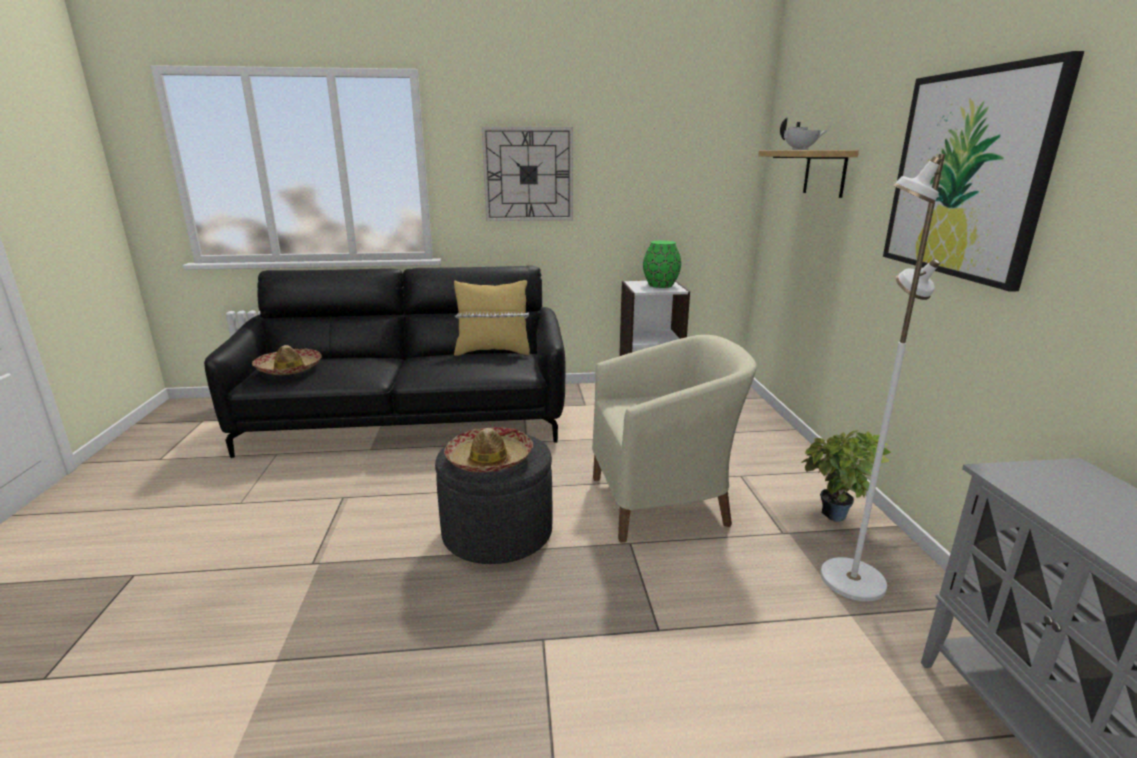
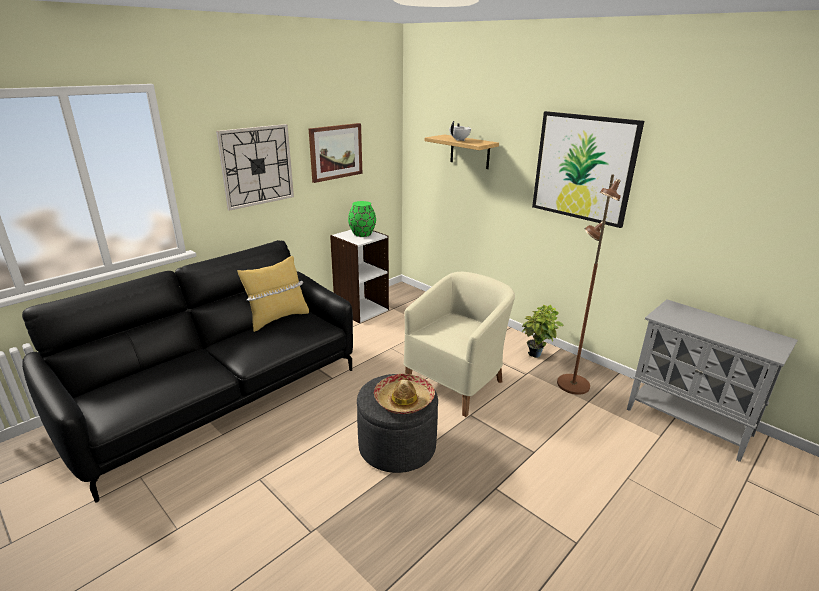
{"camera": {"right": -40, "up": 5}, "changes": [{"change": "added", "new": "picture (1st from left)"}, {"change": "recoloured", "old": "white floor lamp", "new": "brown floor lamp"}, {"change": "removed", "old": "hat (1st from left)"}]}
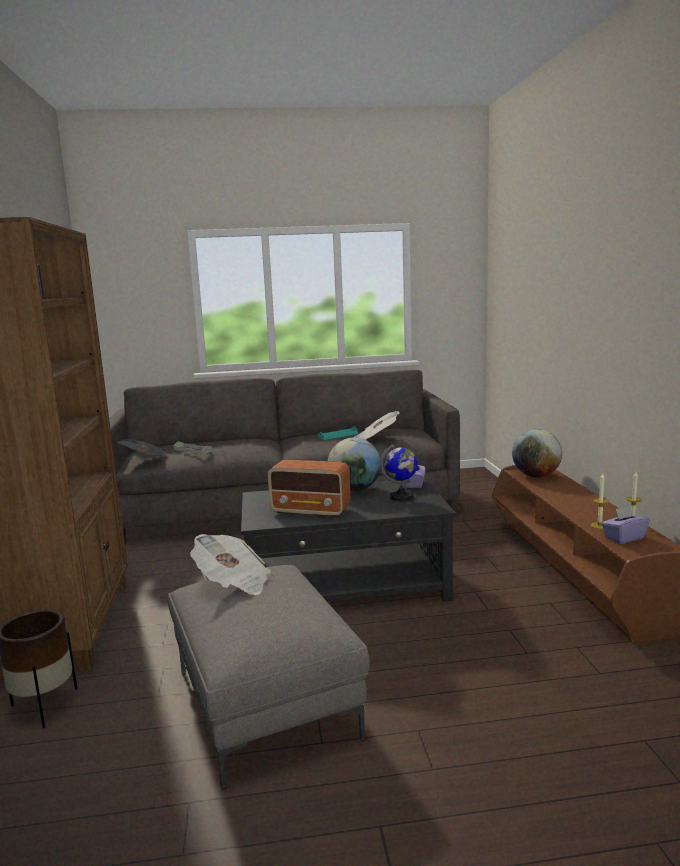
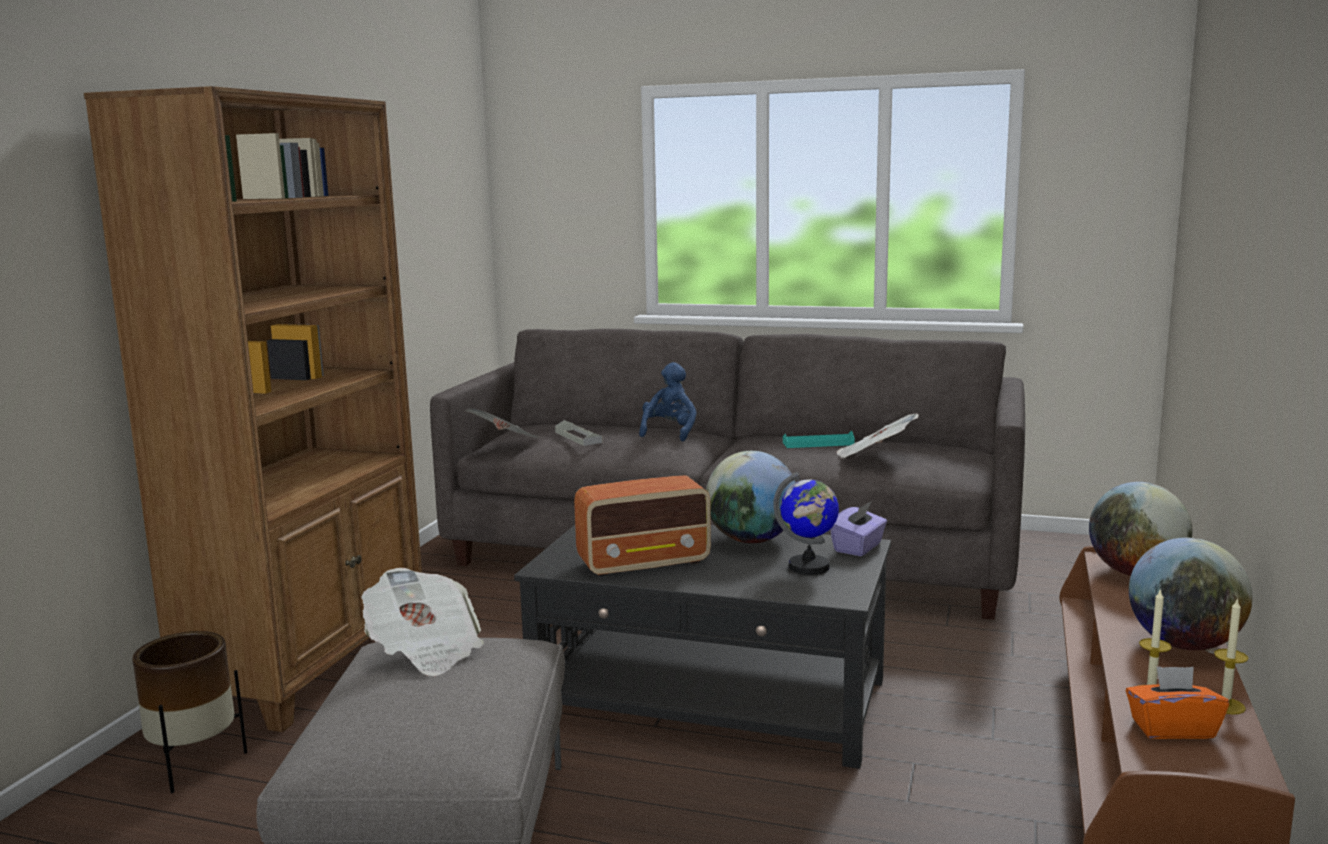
{"camera": {"right": 25, "up": 0}, "changes": [{"change": "turned", "old": "radio", "degrees": -60}, {"change": "added", "new": "blue plush toy"}, {"change": "recoloured", "old": "purple tissue box (2nd from left)", "new": "orange tissue box"}, {"change": "added", "new": "globe (4th from left)"}]}
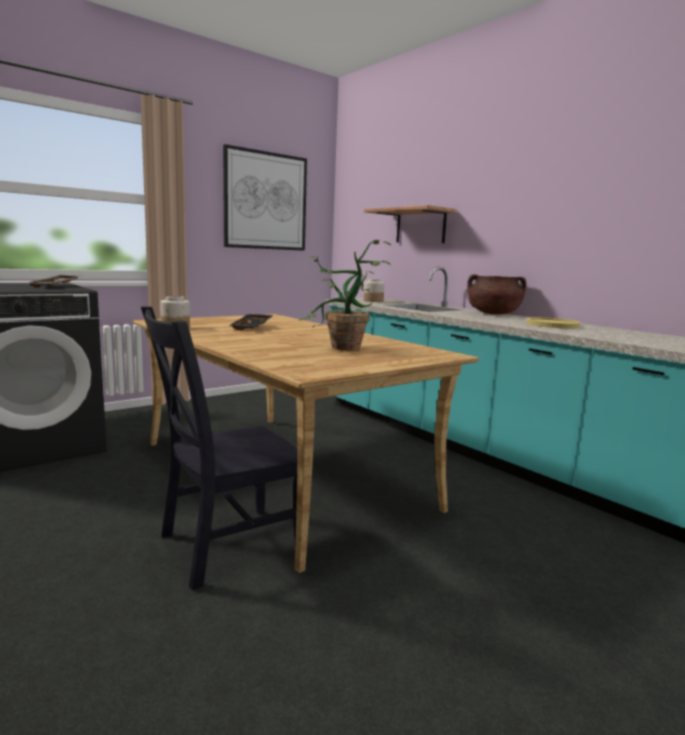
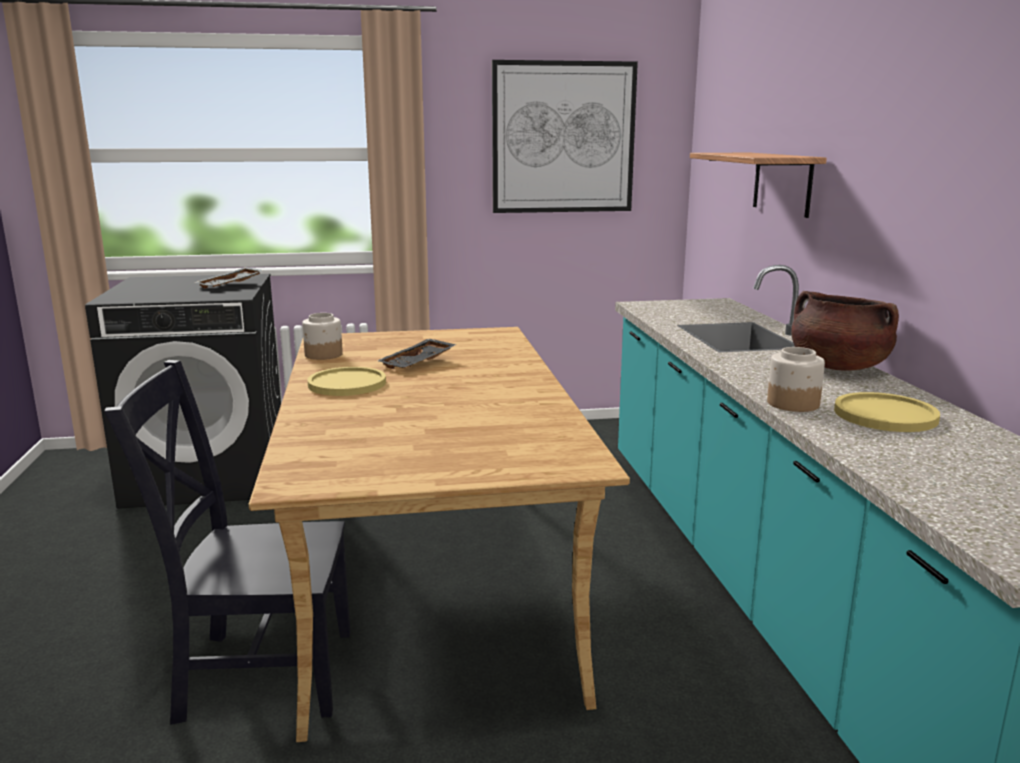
{"camera": {"right": 30, "up": 5}, "changes": [{"change": "added", "new": "yellow plate (1st from left)"}, {"change": "moved", "old": "jar (2nd from left)"}, {"change": "removed", "old": "potted plant"}]}
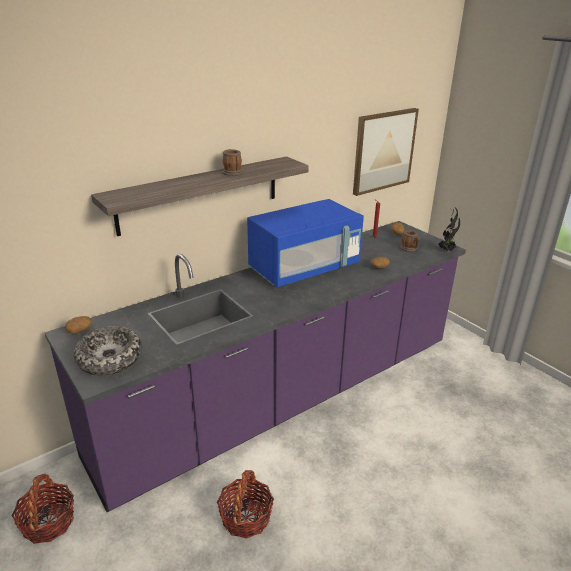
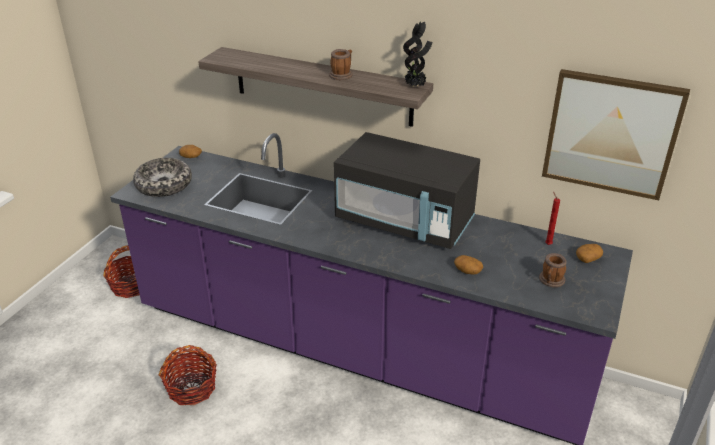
{"camera": {"right": 60, "up": 5}, "changes": [{"change": "recoloured", "old": "blue microwave", "new": "black microwave"}, {"change": "moved", "old": "potted plant"}]}
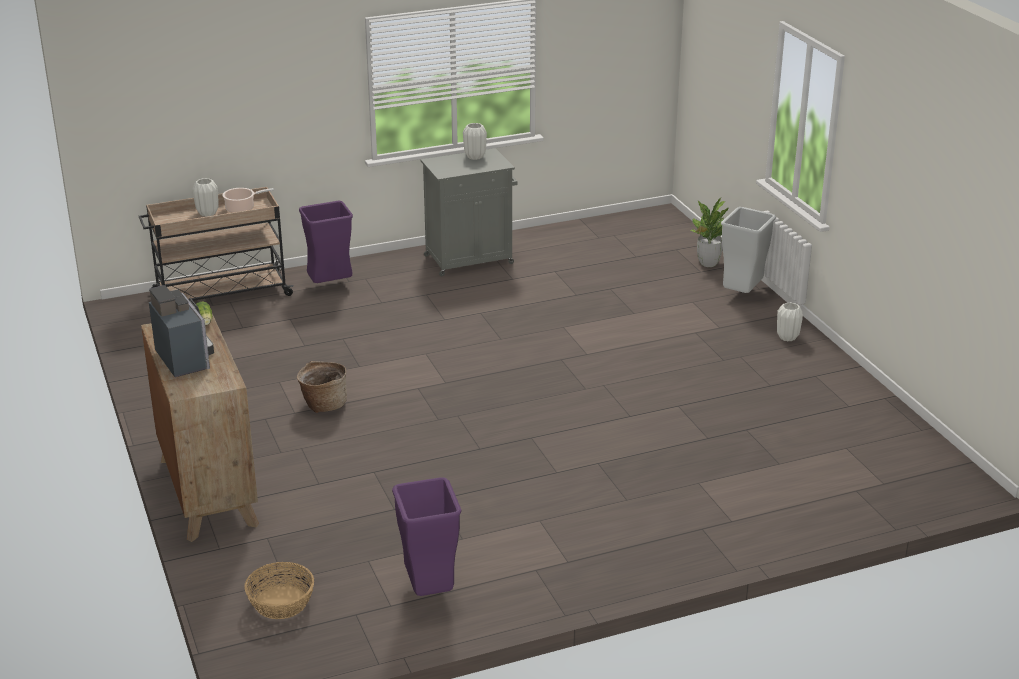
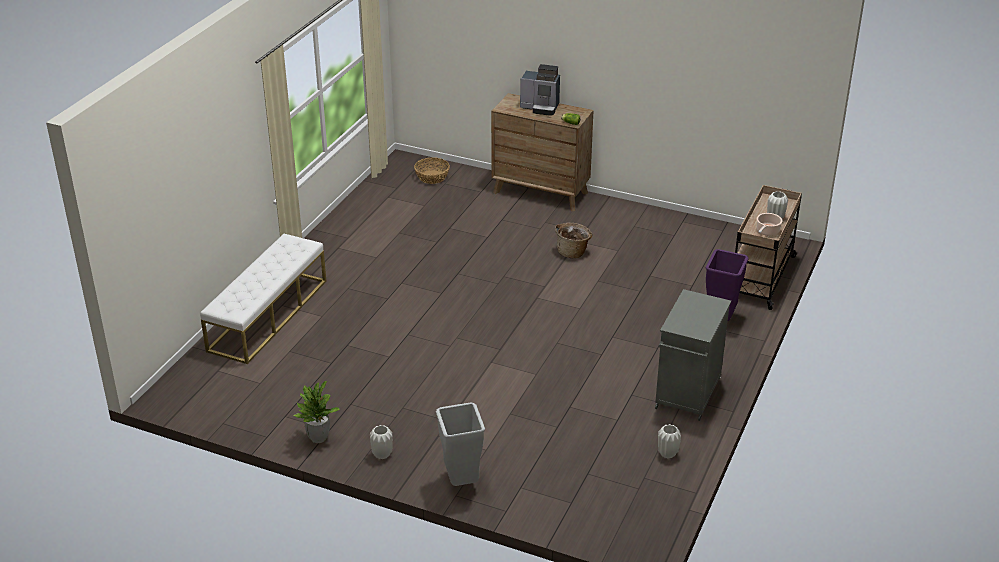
{"camera": {"right": 135, "up": 5}, "changes": [{"change": "added", "new": "white bench"}, {"change": "moved", "old": "potted plant"}, {"change": "moved", "old": "white vase (2nd from left)"}, {"change": "removed", "old": "purple trash can (2nd from left)"}]}
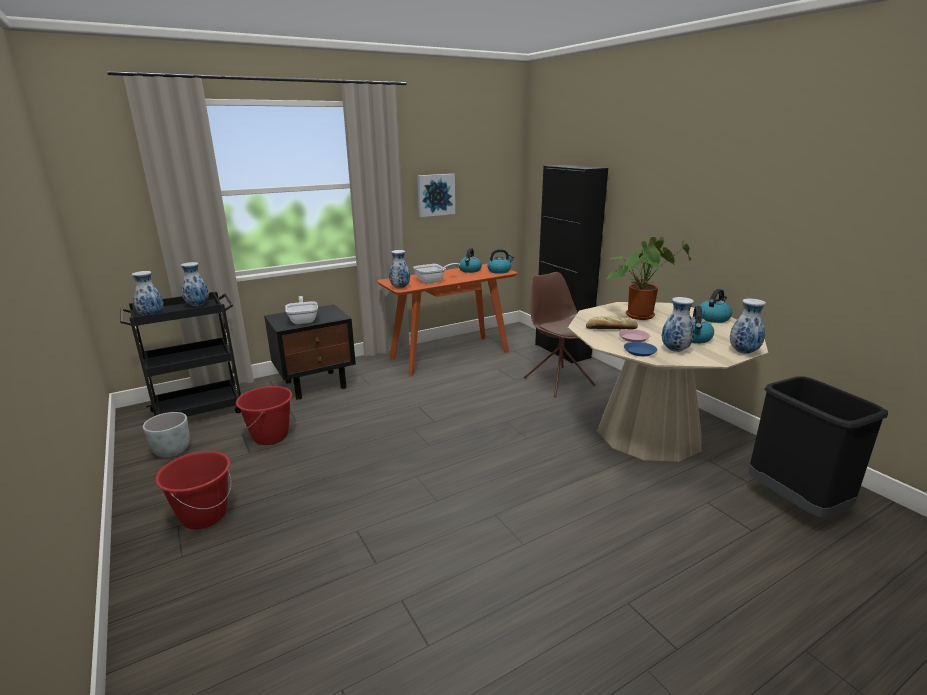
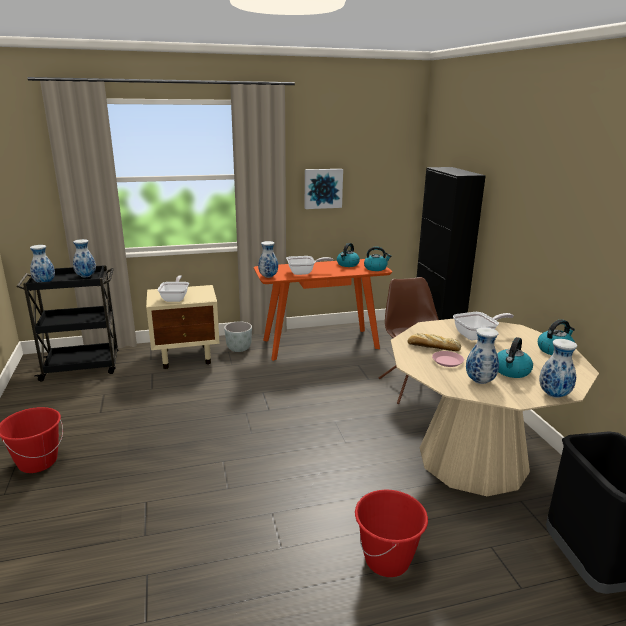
{"camera": {"right": 15, "up": 0}, "changes": [{"change": "recoloured", "old": "black nightstand", "new": "beige nightstand"}, {"change": "moved", "old": "grey planter"}, {"change": "moved", "old": "red bucket (2nd from left)"}, {"change": "replaced", "old": "potted plant", "new": "frying pan (3rd from left)"}, {"change": "removed", "old": "blue plate"}]}
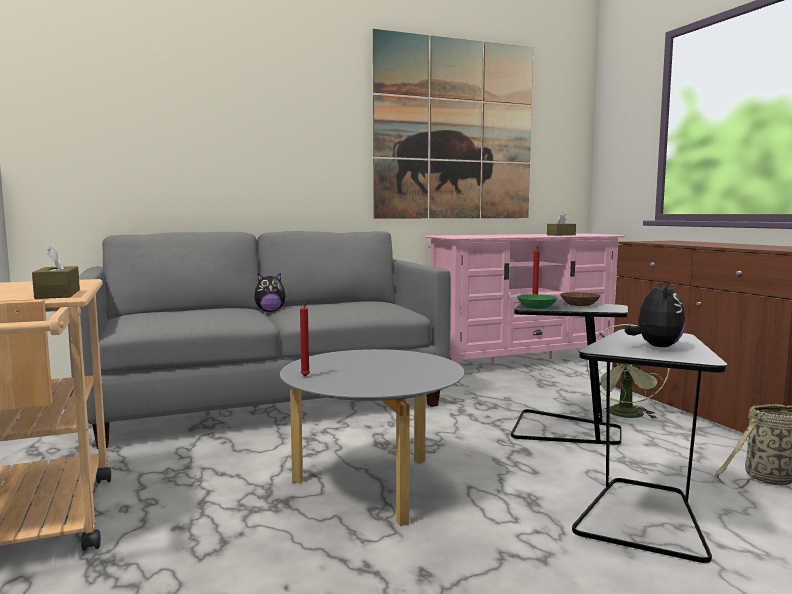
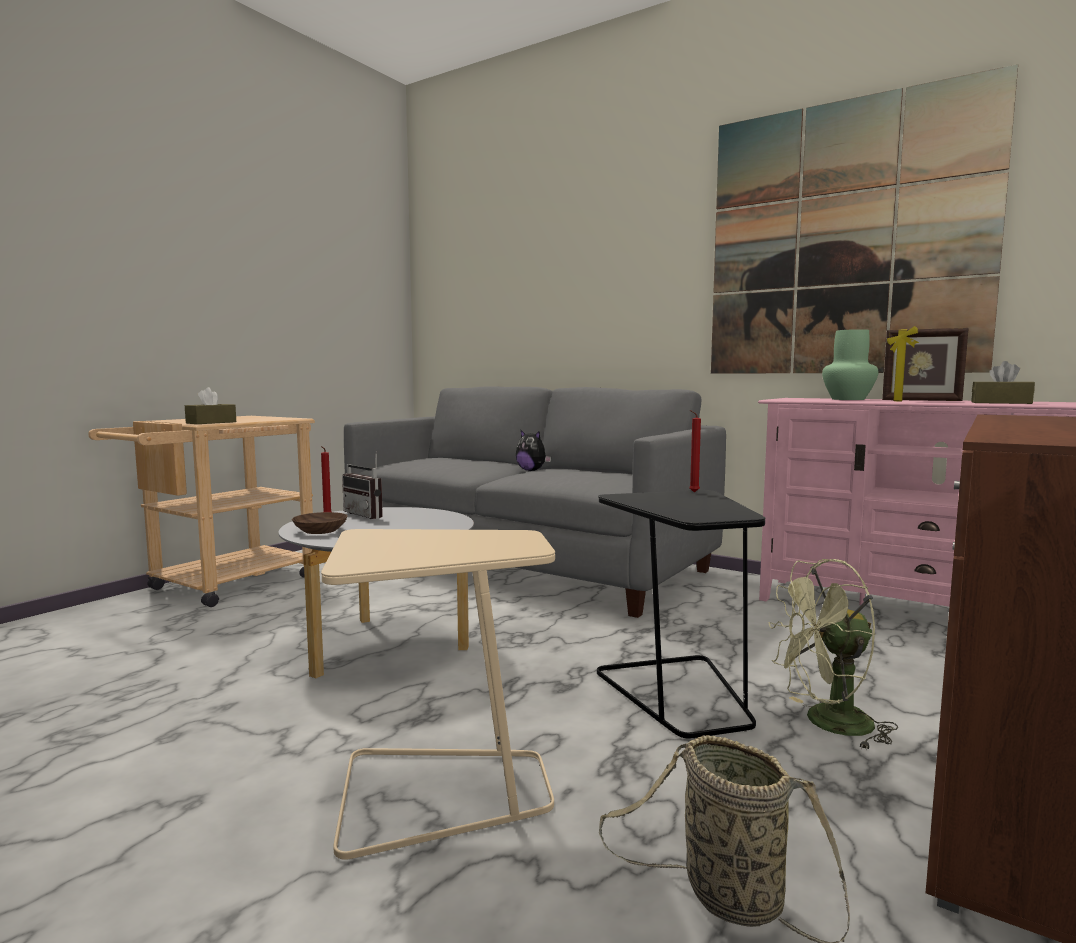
{"camera": {"right": 55, "up": 0}, "changes": [{"change": "moved", "old": "brown bowl"}, {"change": "recoloured", "old": "black side table (2nd from left)", "new": "beige side table"}, {"change": "added", "new": "radio"}, {"change": "added", "new": "green vase"}, {"change": "added", "new": "picture frame"}, {"change": "removed", "old": "green bowl"}, {"change": "removed", "old": "plush toy (2nd from left)"}]}
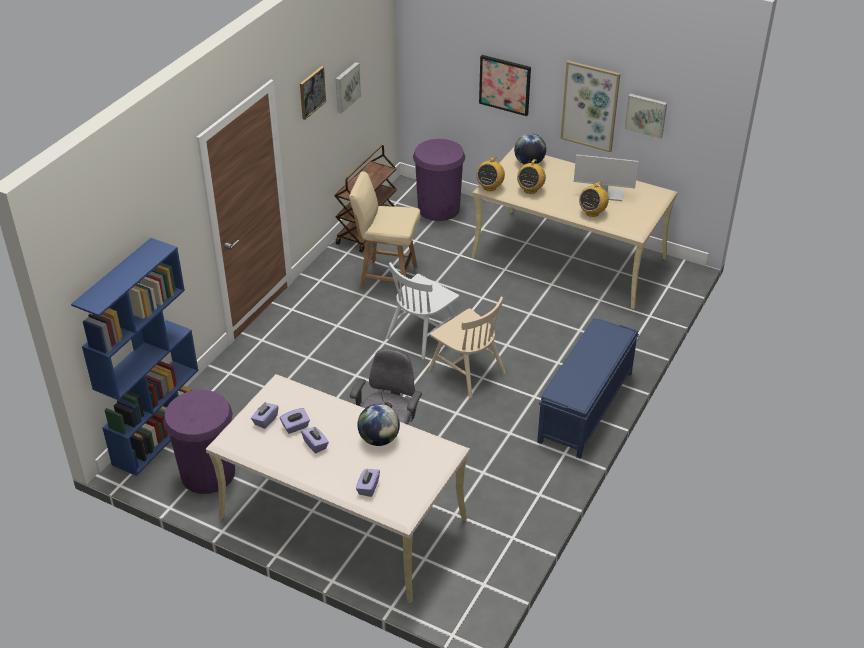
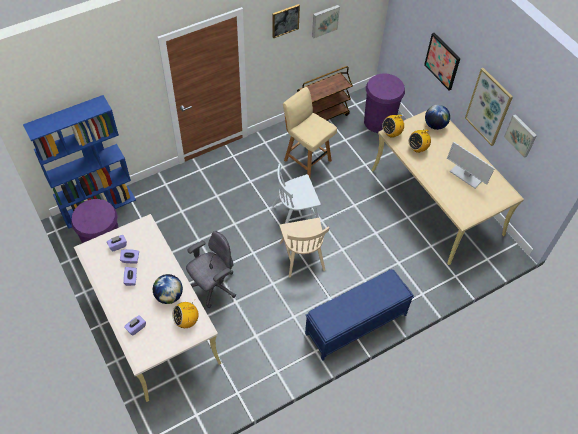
{"camera": {"right": 30, "up": 15}, "changes": [{"change": "moved", "old": "radio (3rd from left in the first image)", "new": "radio (1st from left)"}]}
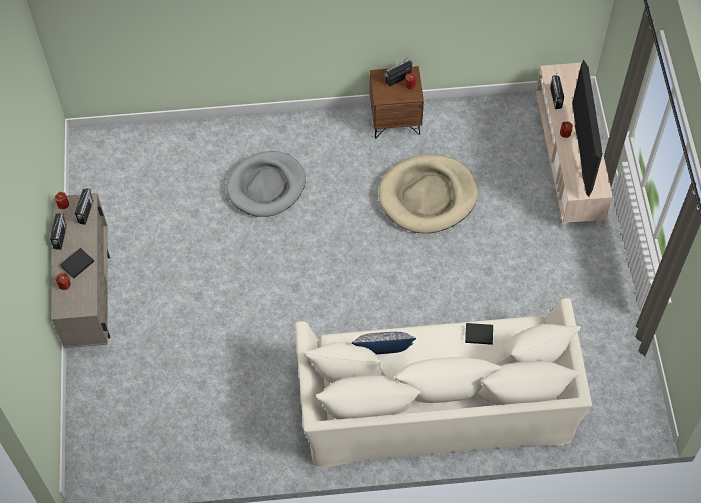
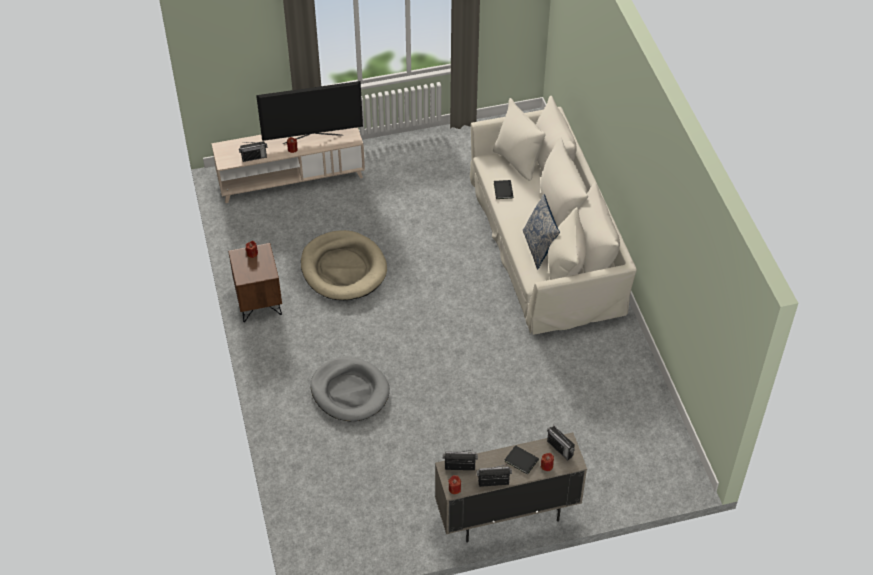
{"camera": {"right": -100, "up": -10}, "changes": [{"change": "moved", "old": "radio (3rd from left in the first image)", "new": "radio (4th from left)"}]}
